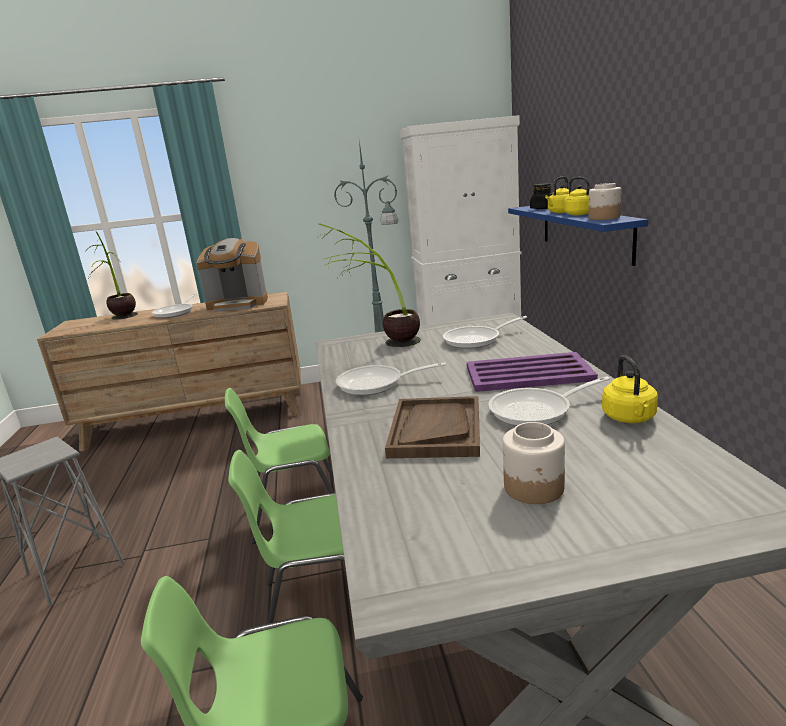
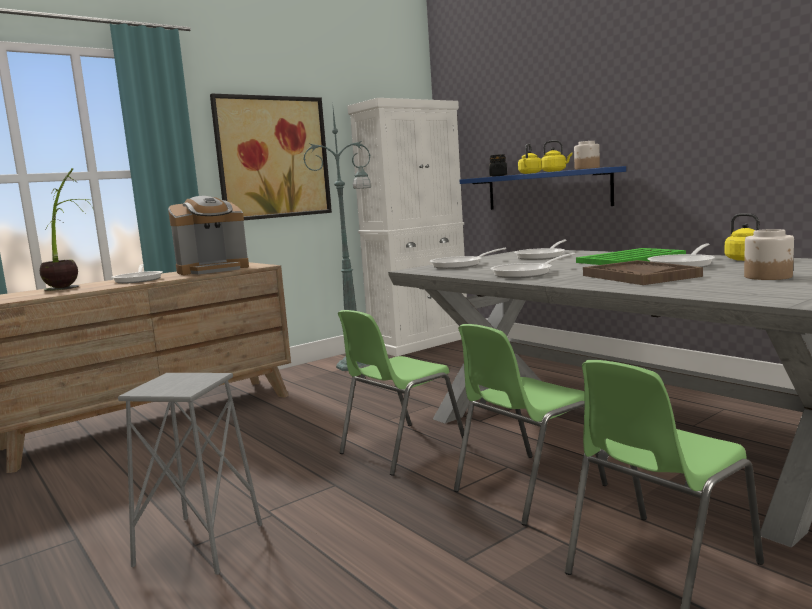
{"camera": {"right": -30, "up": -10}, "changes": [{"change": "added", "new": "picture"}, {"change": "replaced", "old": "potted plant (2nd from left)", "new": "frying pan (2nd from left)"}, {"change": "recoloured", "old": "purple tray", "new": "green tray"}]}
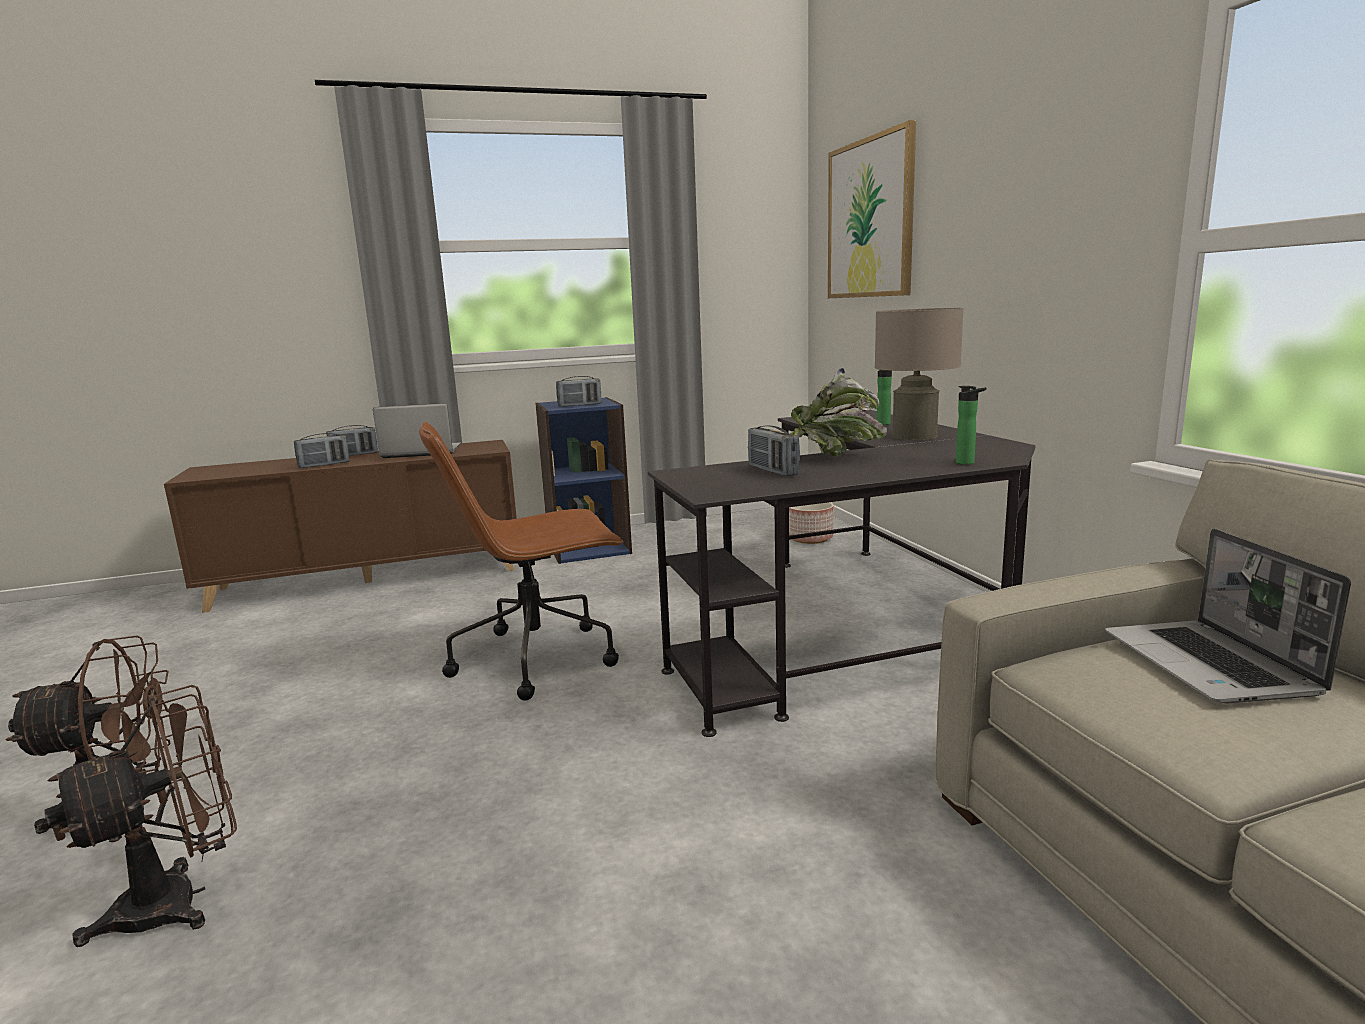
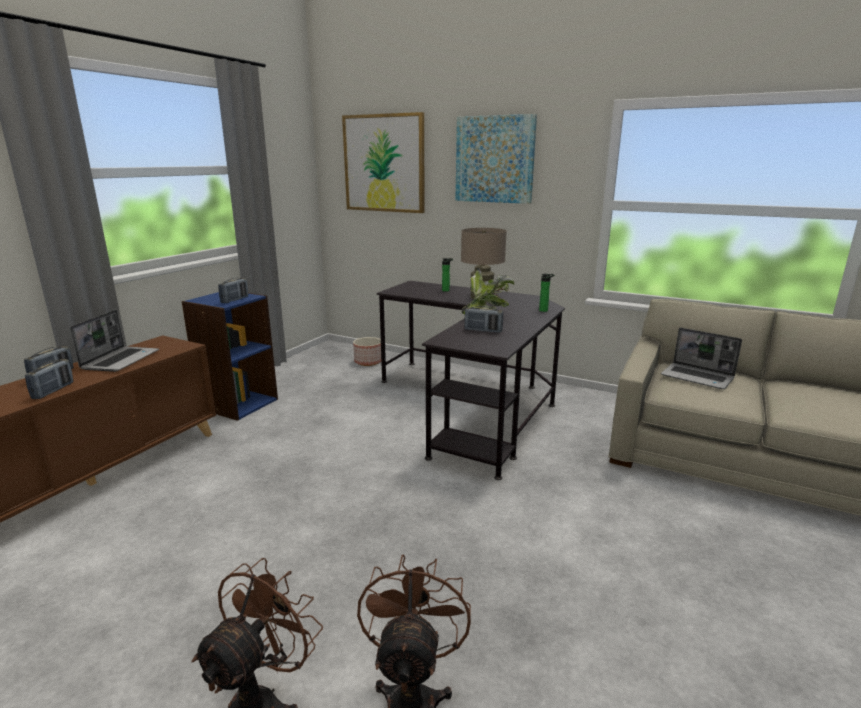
{"camera": {"right": -45, "up": 5}, "changes": [{"change": "turned", "old": "laptop (1st from left)", "degrees": 150}, {"change": "added", "new": "picture (2nd from left)"}, {"change": "removed", "old": "brown office chair"}]}
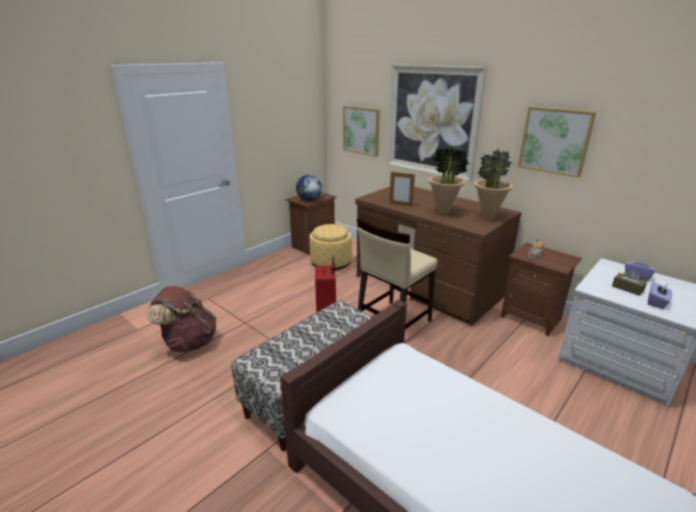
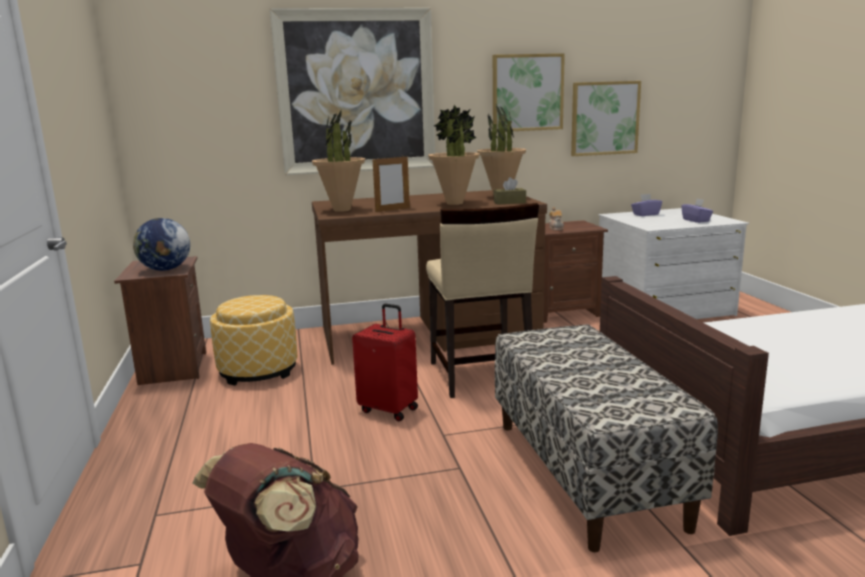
{"camera": {"right": -55, "up": -10}, "changes": [{"change": "added", "new": "potted plant (1st from left)"}, {"change": "moved", "old": "brown tissue box"}, {"change": "moved", "old": "picture (1st from left in the first image)", "new": "picture (3rd from left)"}]}
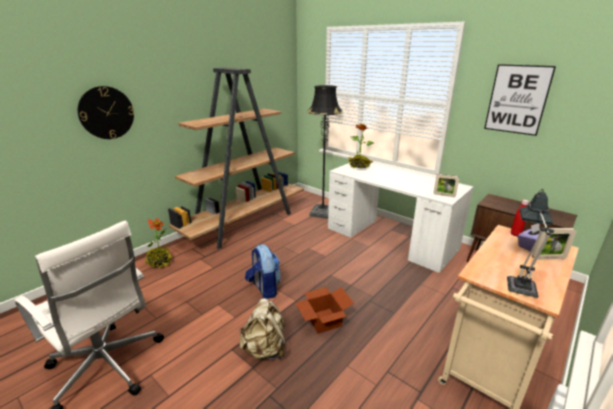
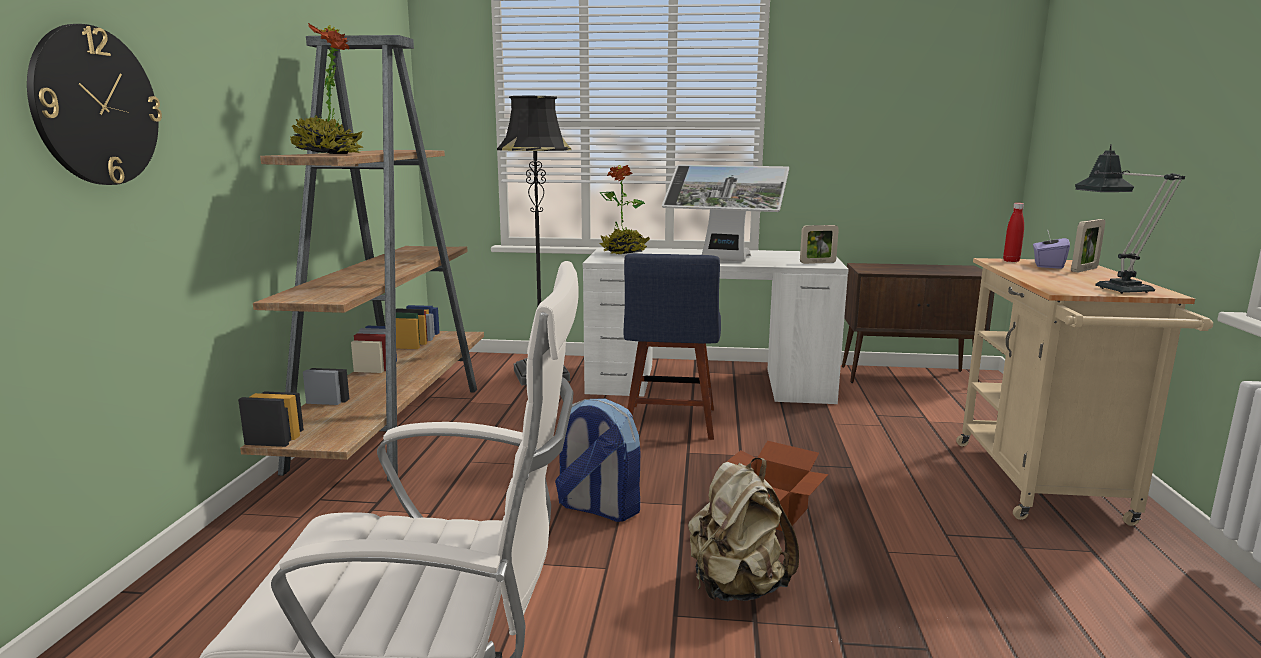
{"camera": {"right": -35, "up": -10}, "changes": [{"change": "moved", "old": "potted plant (1st from left)"}, {"change": "added", "new": "blue chair"}, {"change": "added", "new": "monitor"}, {"change": "removed", "old": "picture"}]}
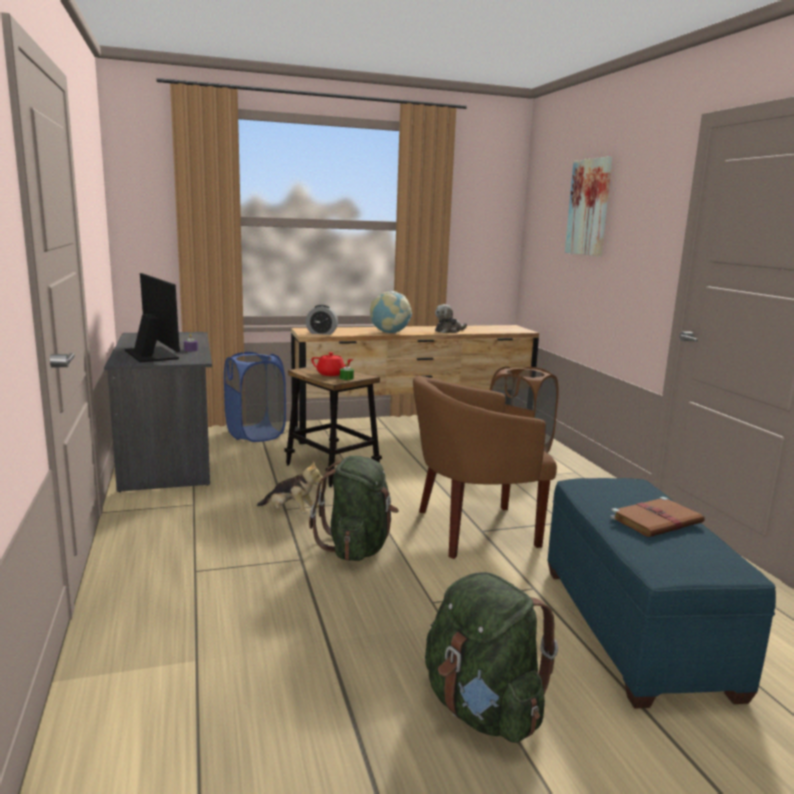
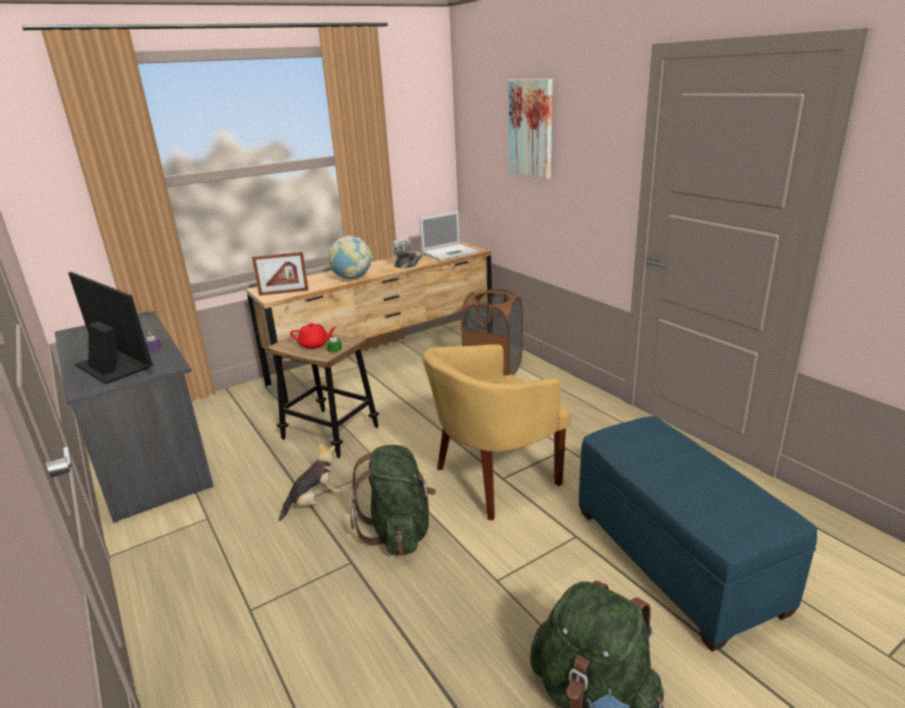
{"camera": {"right": -15, "up": 10}, "changes": [{"change": "replaced", "old": "alarm clock", "new": "picture frame"}, {"change": "turned", "old": "plush toy (1st from left)", "degrees": -45}, {"change": "added", "new": "laptop"}, {"change": "recoloured", "old": "brown armchair", "new": "yellow armchair"}, {"change": "removed", "old": "blue laundry basket"}, {"change": "removed", "old": "brown book"}]}
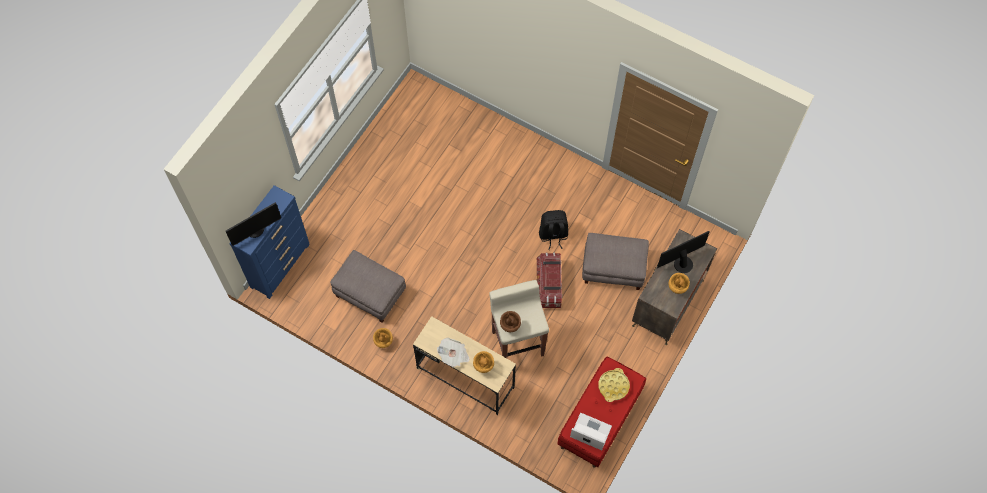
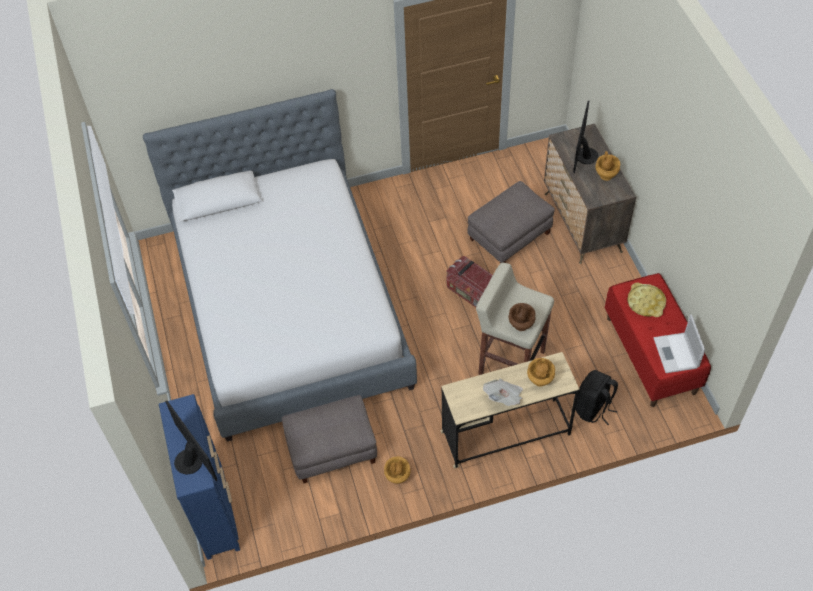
{"camera": {"right": -45, "up": -10}, "changes": [{"change": "added", "new": "bed"}, {"change": "turned", "old": "monitor (1st from left)", "degrees": -45}, {"change": "moved", "old": "black backpack"}, {"change": "turned", "old": "laptop", "degrees": -75}]}
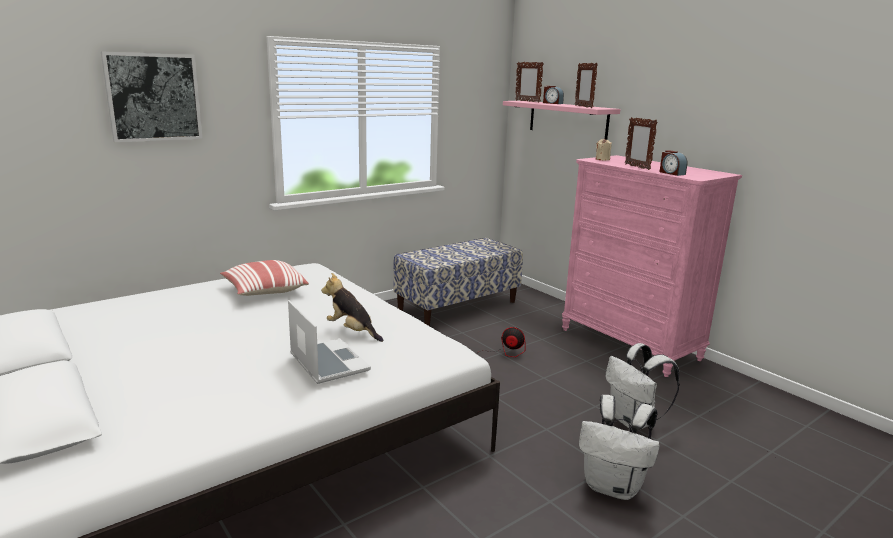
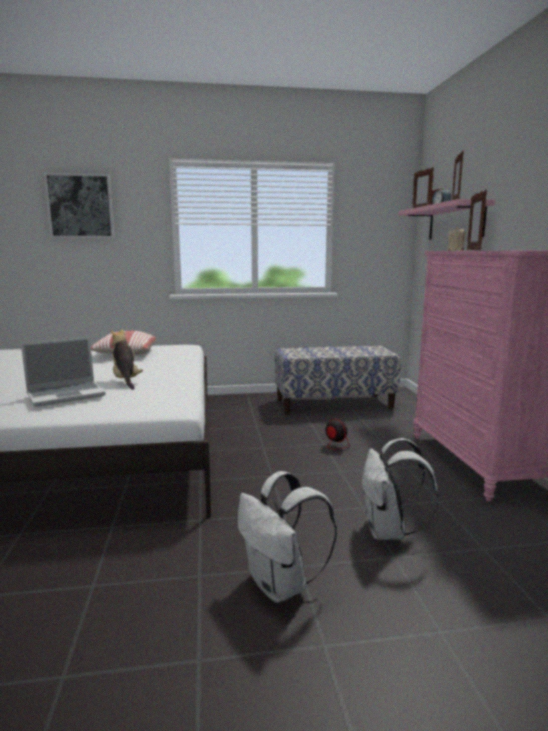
{"camera": {"right": 30, "up": -5}, "changes": [{"change": "turned", "old": "laptop", "degrees": 60}, {"change": "removed", "old": "alarm clock (2nd from left)"}]}
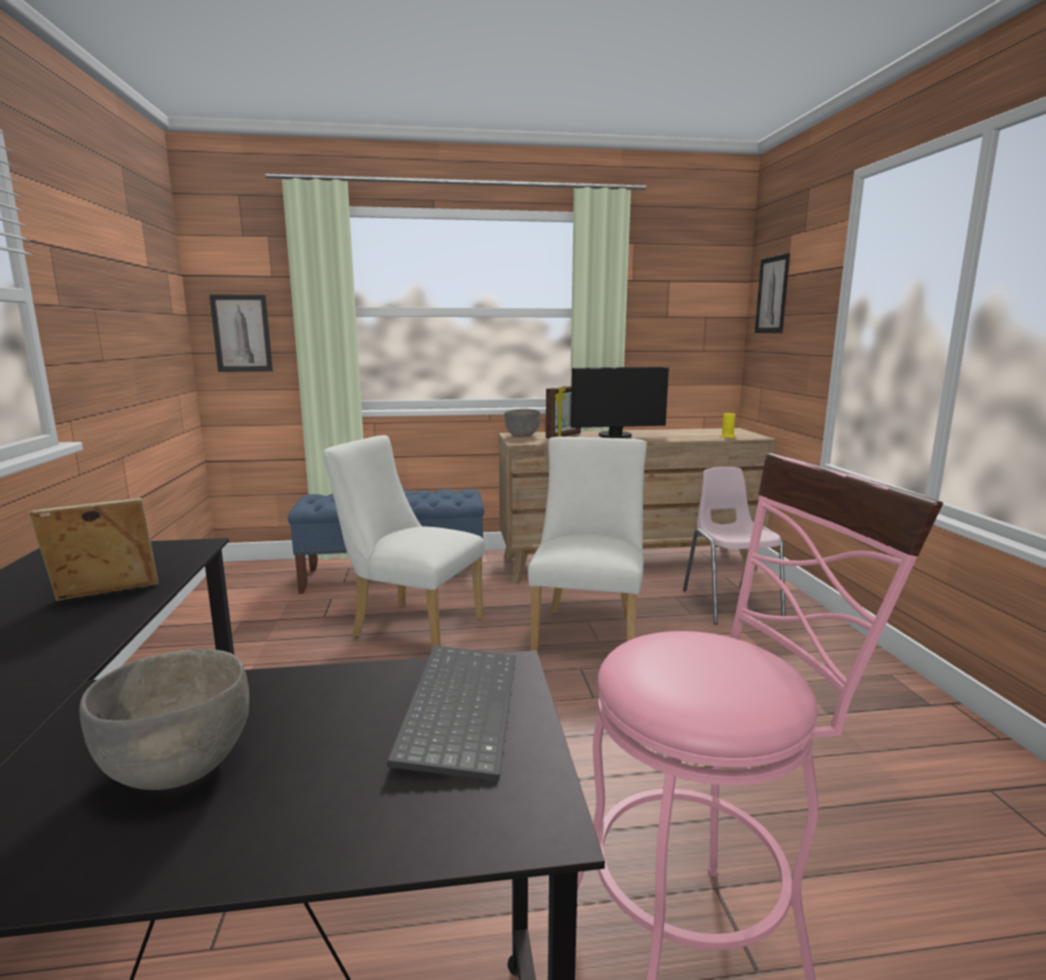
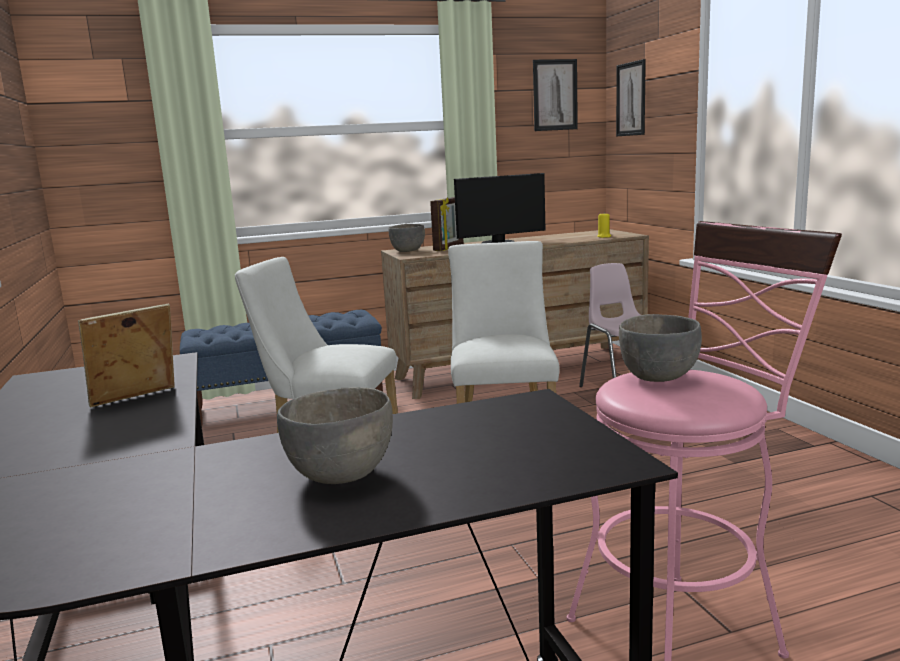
{"camera": {"right": -10, "up": 0}, "changes": [{"change": "moved", "old": "picture (1st from left)"}, {"change": "added", "new": "grey bowl (3rd from left)"}, {"change": "removed", "old": "keyboard"}]}
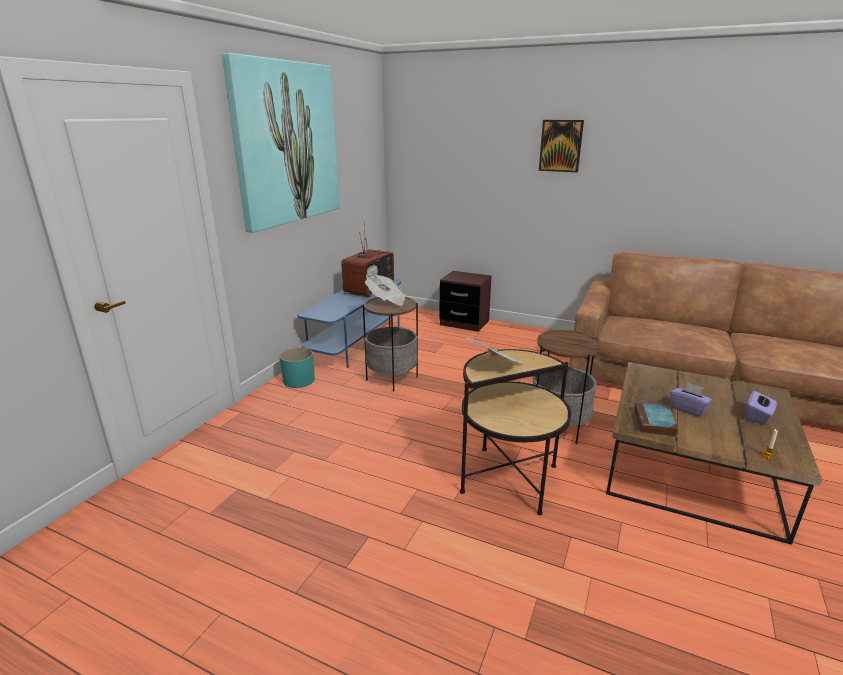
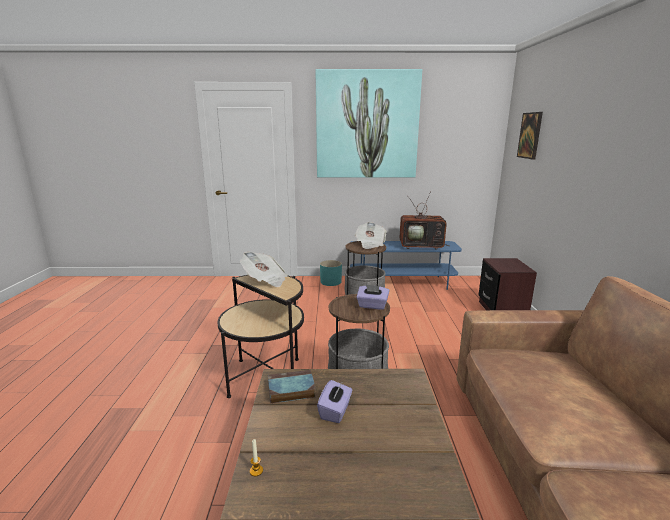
{"camera": {"right": 65, "up": -5}, "changes": [{"change": "moved", "old": "purple tissue box (2nd from left)"}, {"change": "moved", "old": "picture (2nd from left)"}]}
